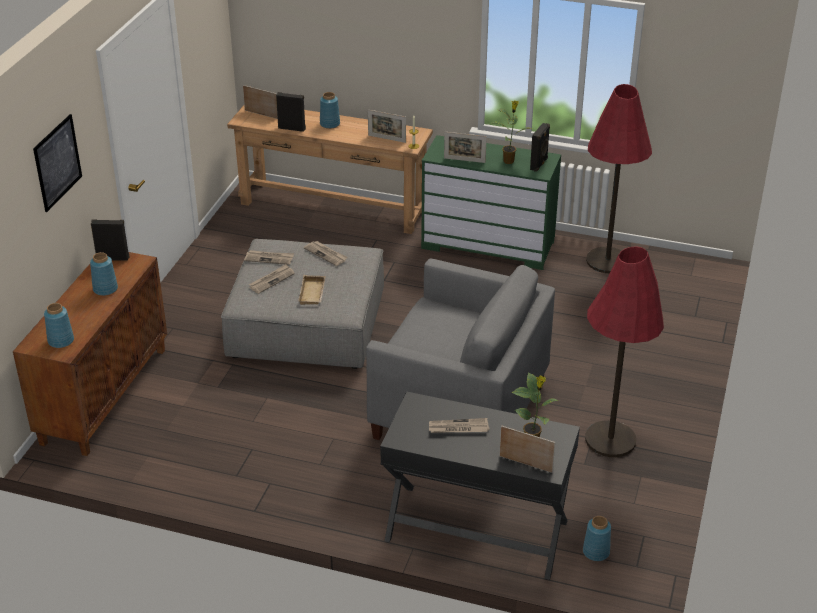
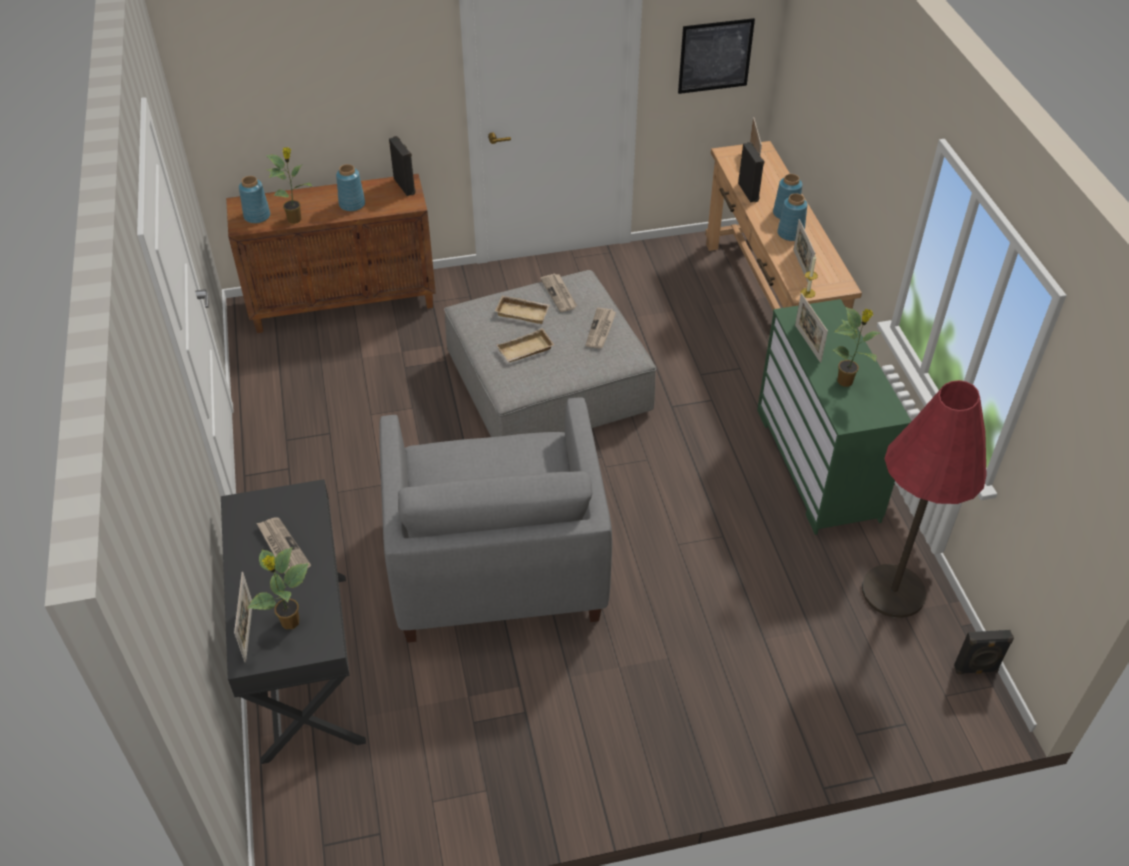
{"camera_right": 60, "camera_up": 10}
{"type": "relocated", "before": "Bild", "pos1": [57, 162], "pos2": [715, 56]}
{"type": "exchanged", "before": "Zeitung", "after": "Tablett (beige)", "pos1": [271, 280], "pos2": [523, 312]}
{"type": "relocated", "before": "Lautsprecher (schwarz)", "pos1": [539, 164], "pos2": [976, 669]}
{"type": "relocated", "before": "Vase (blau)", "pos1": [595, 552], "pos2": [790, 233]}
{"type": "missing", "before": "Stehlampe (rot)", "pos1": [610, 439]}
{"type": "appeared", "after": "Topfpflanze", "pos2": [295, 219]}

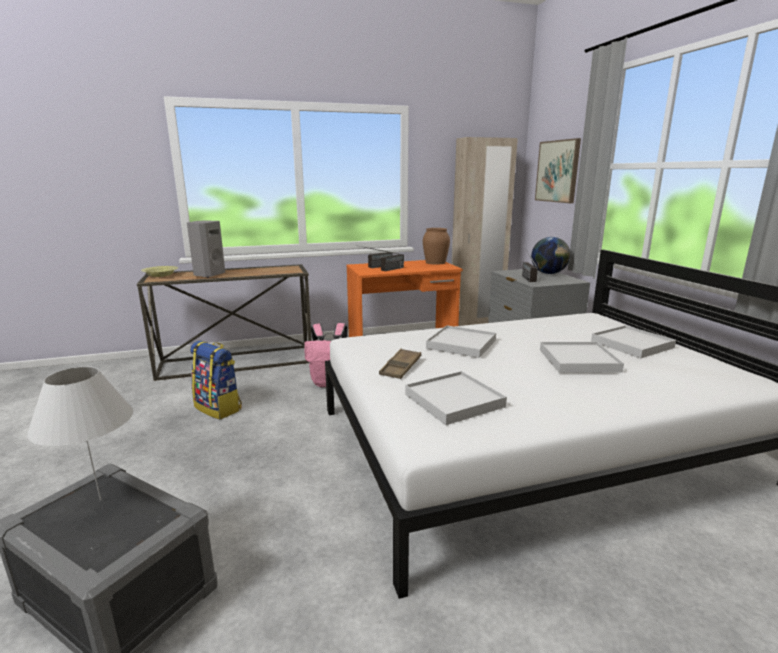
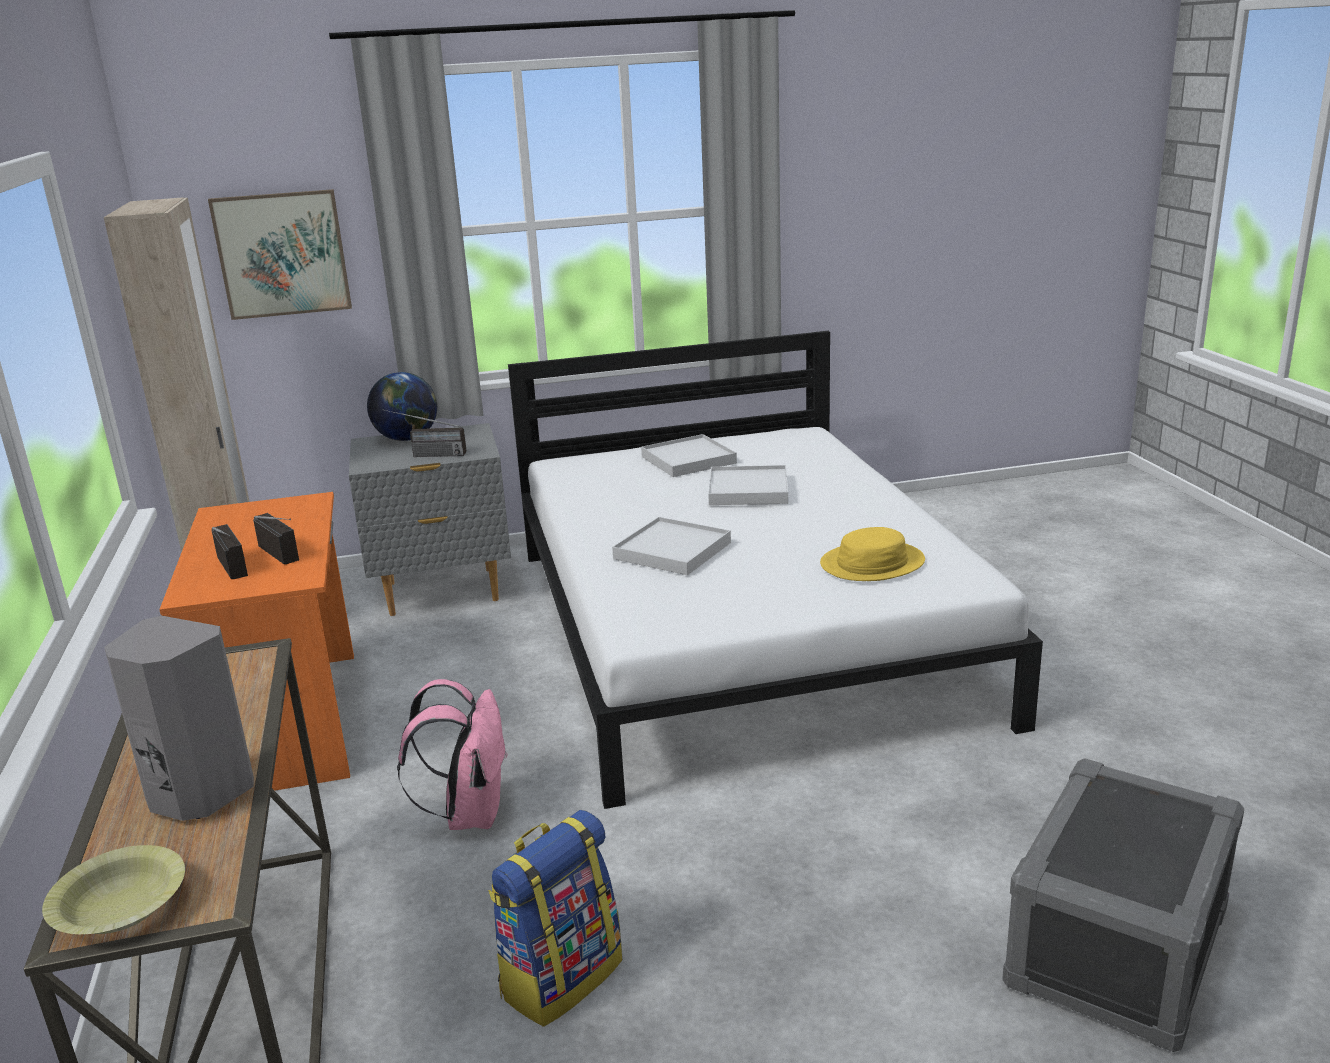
{"camera_right": -85, "camera_up": 5}
{"type": "missing", "before": "Tischlampe (weiß)", "pos1": [101, 500]}
{"type": "missing", "before": "Tablett (braun)", "pos1": [400, 367]}
{"type": "exchanged", "before": "Tablett (weiß)", "after": "Hut (gelb)", "pos1": [454, 401], "pos2": [872, 564]}
{"type": "missing", "before": "Vase (braun)", "pos1": [435, 262]}

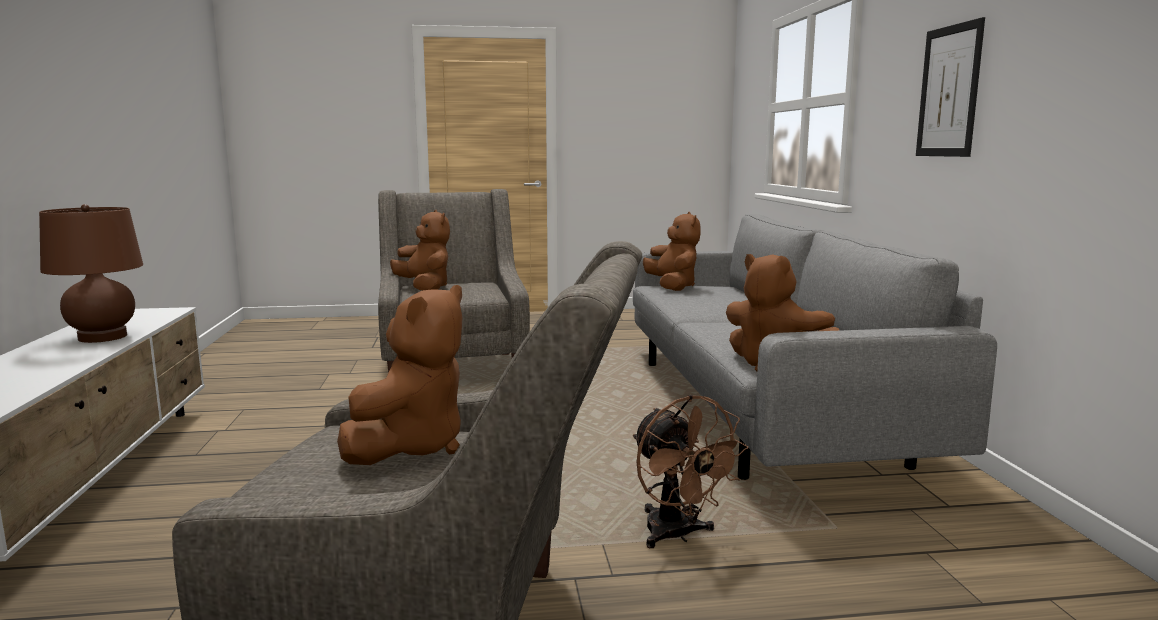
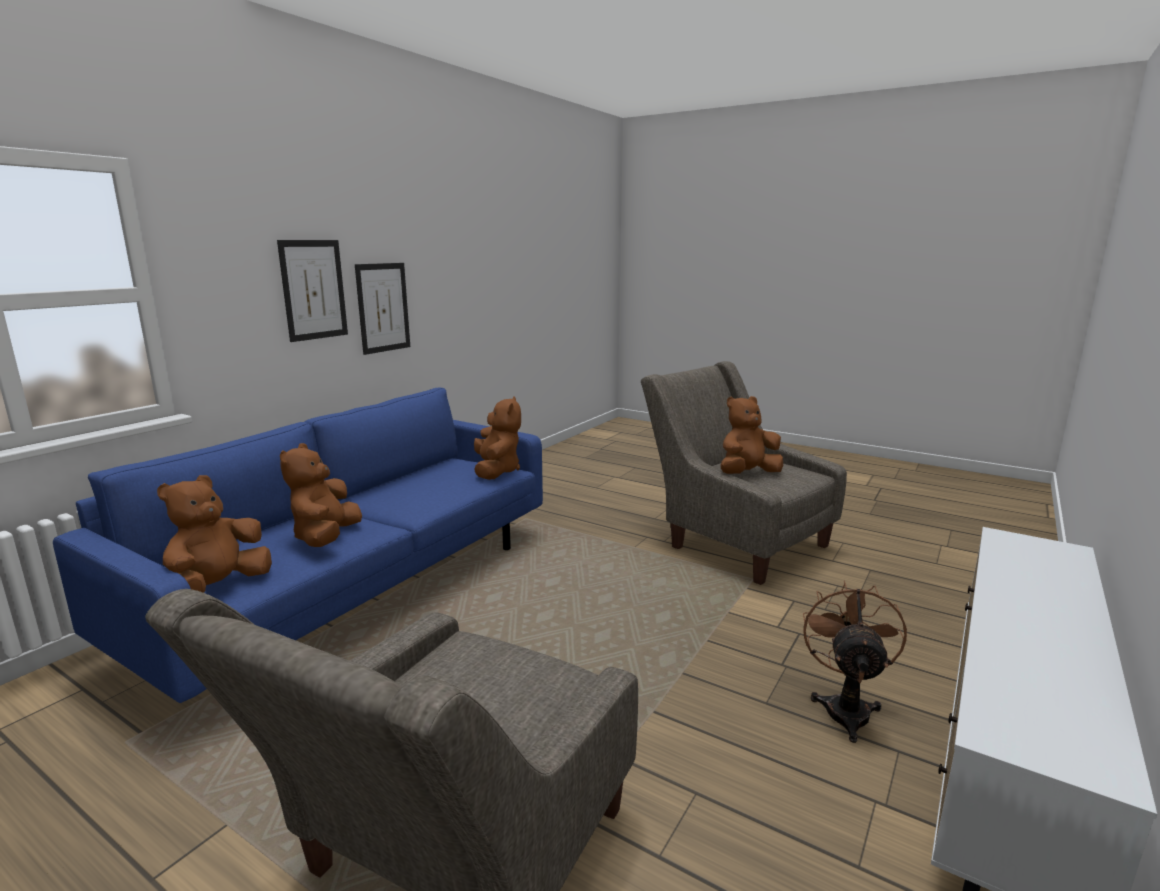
{"camera_right": -140, "camera_up": 5}
{"type": "missing", "before": "Tischlampe (braun)", "pos1": [102, 337]}
{"type": "relocated", "before": "Plüschtier (braun)", "pos1": [425, 288], "pos2": [326, 538]}
{"type": "colour", "before": "Sofa (grau)", "after": "Sofa (blau)", "pos1": [756, 407], "pos2": [360, 589]}
{"type": "relocated", "before": "Ventilator (braun)", "pos1": [677, 535], "pos2": [845, 707]}
{"type": "appeared", "after": "Bild", "pos2": [383, 307]}

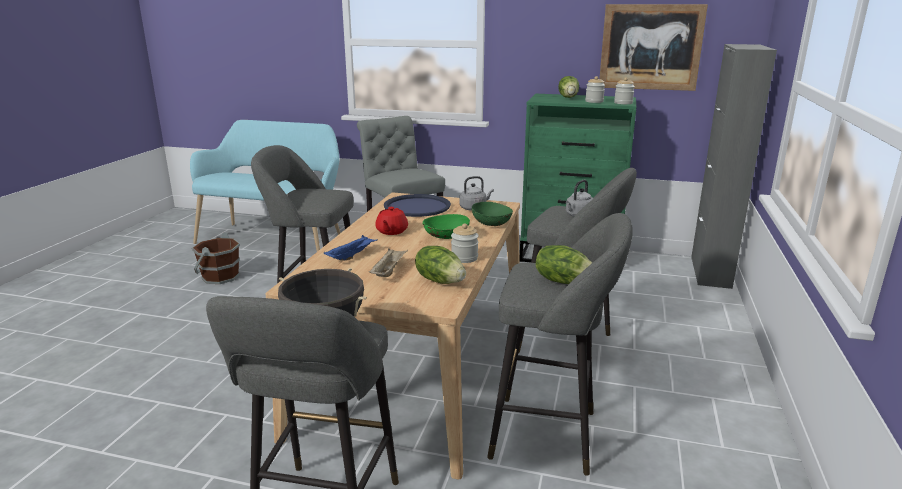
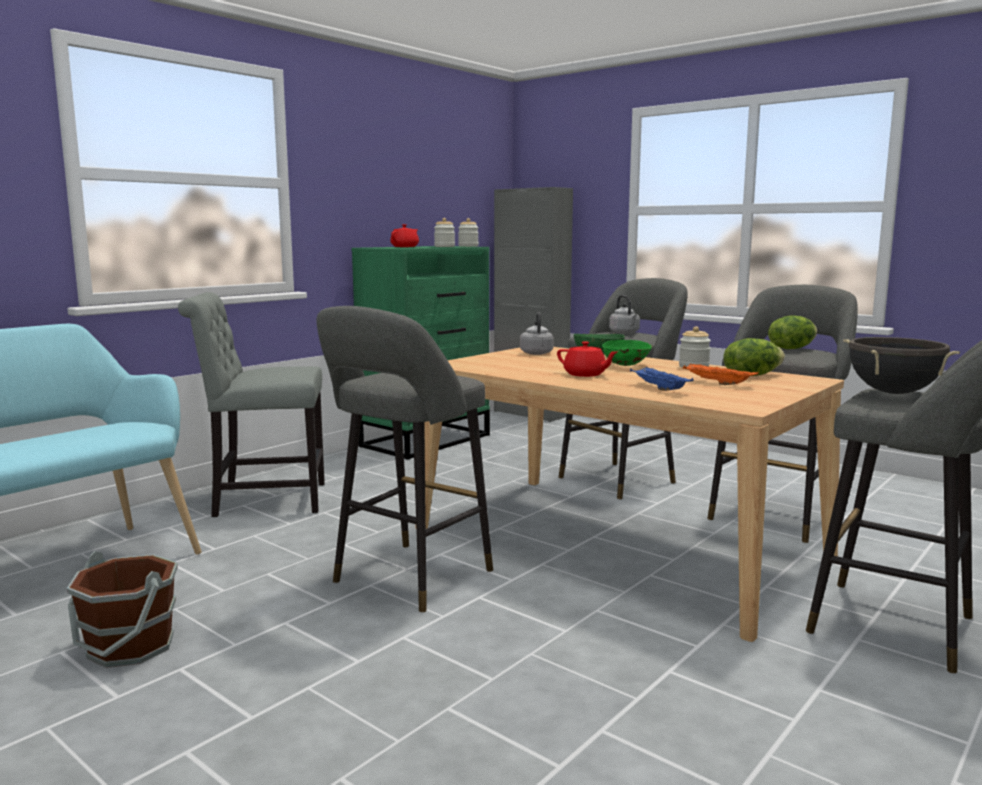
{"camera_right": -65, "camera_up": -10}
{"type": "colour", "before": "Tablett (beige)", "after": "Tablett (orange)", "pos1": [388, 271], "pos2": [717, 383]}
{"type": "missing", "before": "Tablett (blau)", "pos1": [417, 206]}
{"type": "exchanged", "before": "Salatkopf", "after": "Teekanne (rot)", "pos1": [568, 97], "pos2": [405, 247]}
{"type": "missing", "before": "Bild", "pos1": [650, 47]}

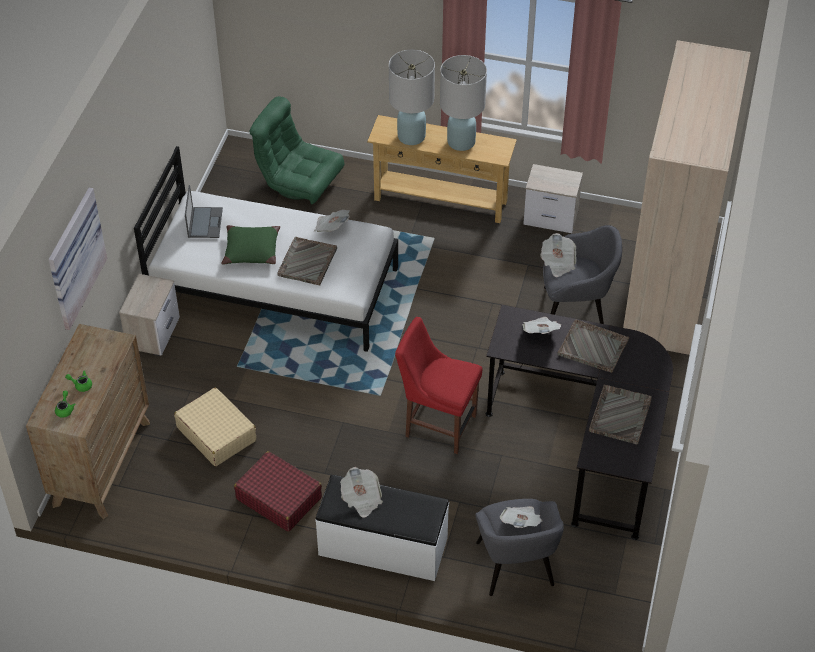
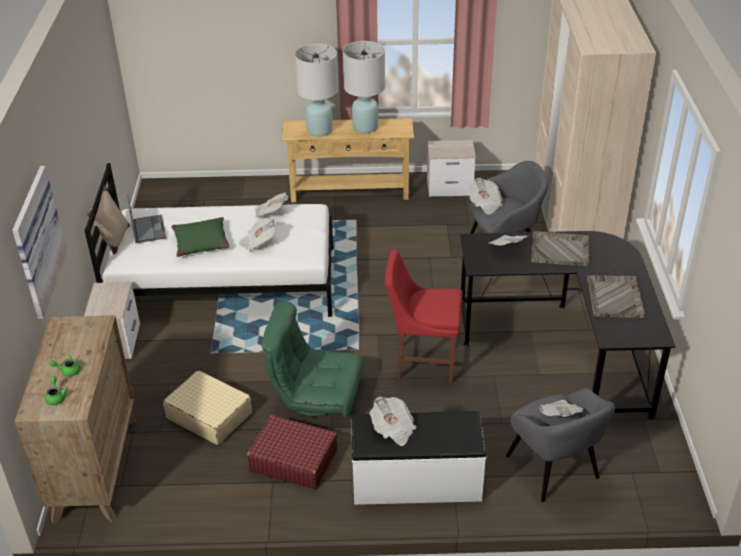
{"camera_right": -15, "camera_up": -10}
{"type": "relocated", "before": "Sessel (grün)", "pos1": [299, 183], "pos2": [316, 396]}
{"type": "exchanged", "before": "Tablett (grau)", "after": "Zeitung", "pos1": [307, 262], "pos2": [258, 242]}
{"type": "appeared", "after": "Kissen (beige)", "pos2": [114, 240]}

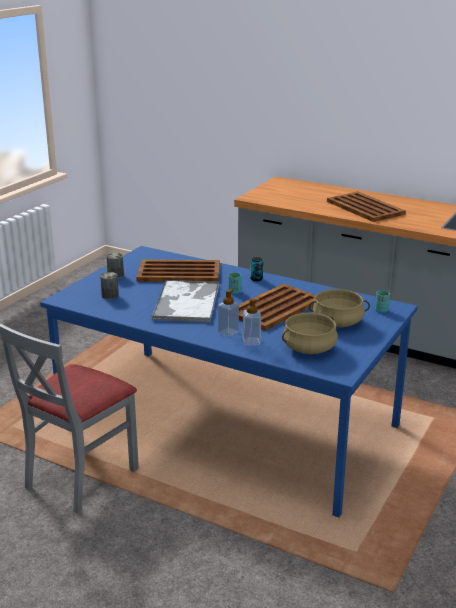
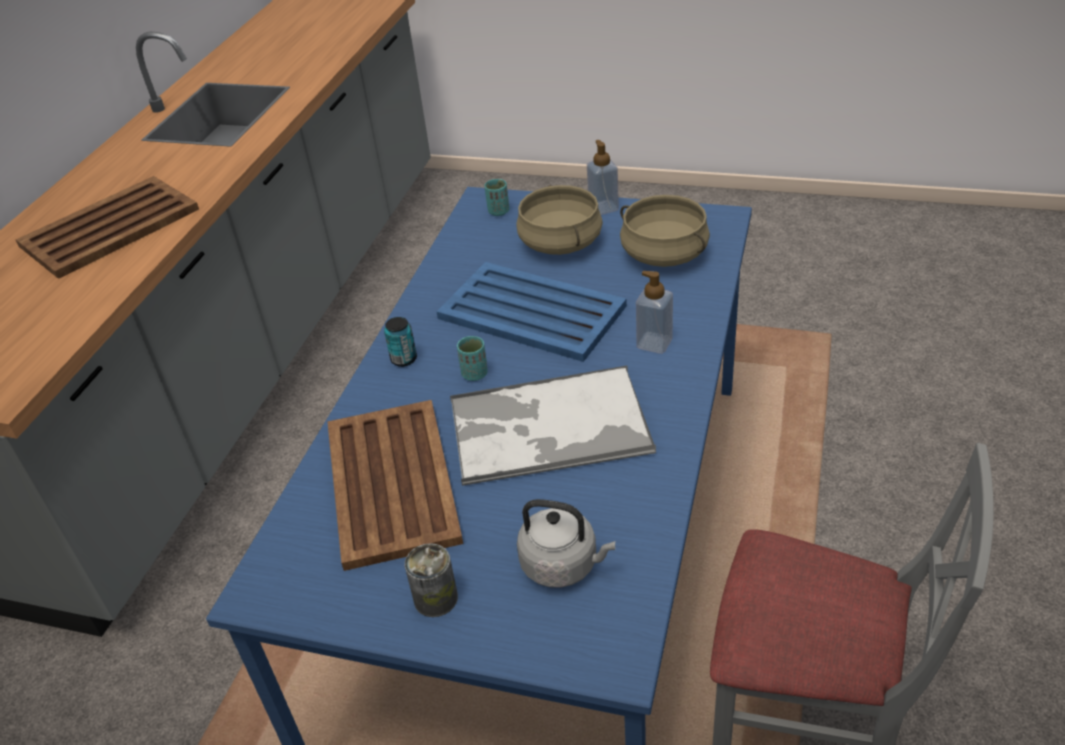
{"camera_right": -100, "camera_up": 15}
{"type": "exchanged", "before": "Dose", "after": "Wasserkessel (grau)", "pos1": [110, 296], "pos2": [563, 565]}
{"type": "colour", "before": "Tablett (braun)", "after": "Tablett (blau)", "pos1": [274, 308], "pos2": [533, 313]}
{"type": "relocated", "before": "Seifenspender", "pos1": [251, 341], "pos2": [603, 208]}

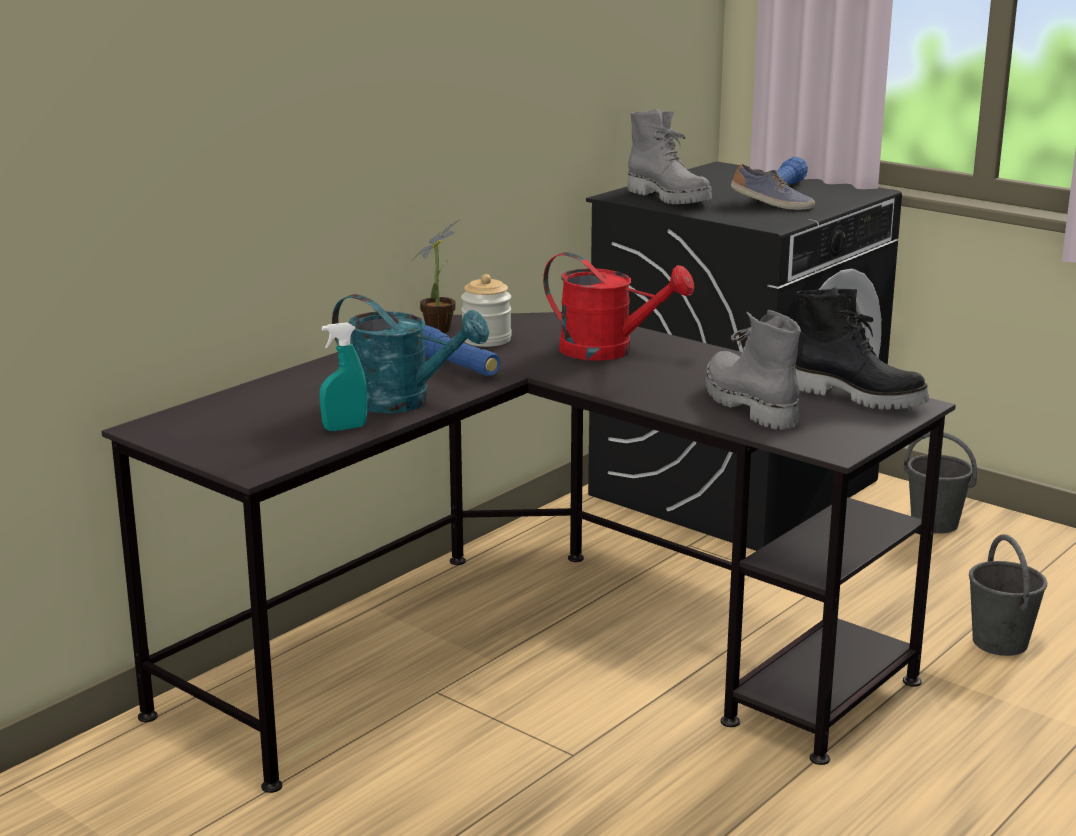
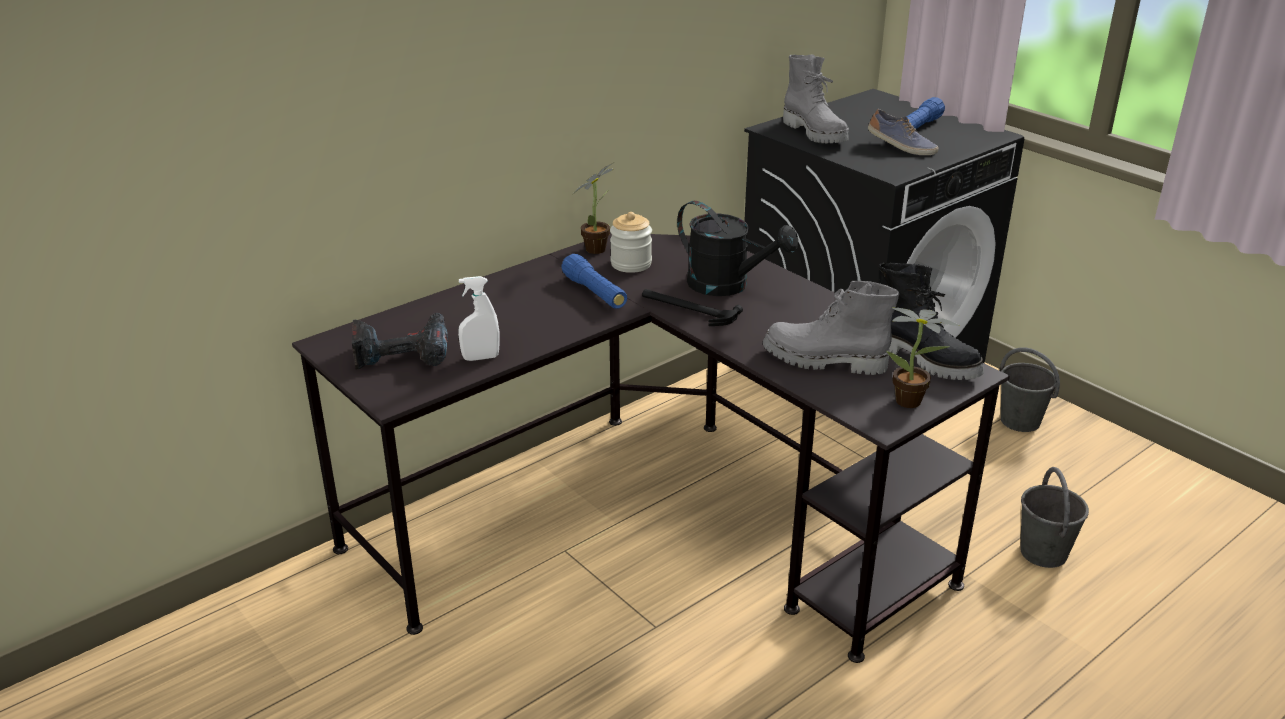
{"camera_right": 10, "camera_up": 10}
{"type": "colour", "before": "Sprühflasche (türkis)", "after": "Sprühflasche (weiß)", "pos1": [344, 428], "pos2": [481, 358]}
{"type": "missing", "before": "Gießkanne (türkis)", "pos1": [404, 402]}
{"type": "colour", "before": "Gießkanne (rot)", "after": "Gießkanne (schwarz)", "pos1": [609, 351], "pos2": [728, 286]}
{"type": "spun", "before": "Stiefel (grau)", "pos1": [747, 405], "pos2": [824, 361], "turn": -60}
{"type": "appeared", "after": "Bohrmaschine", "pos2": [402, 352]}
{"type": "appeared", "after": "Hammer", "pos2": [687, 309]}
{"type": "appeared", "after": "Topfpflanze", "pos2": [912, 403]}

